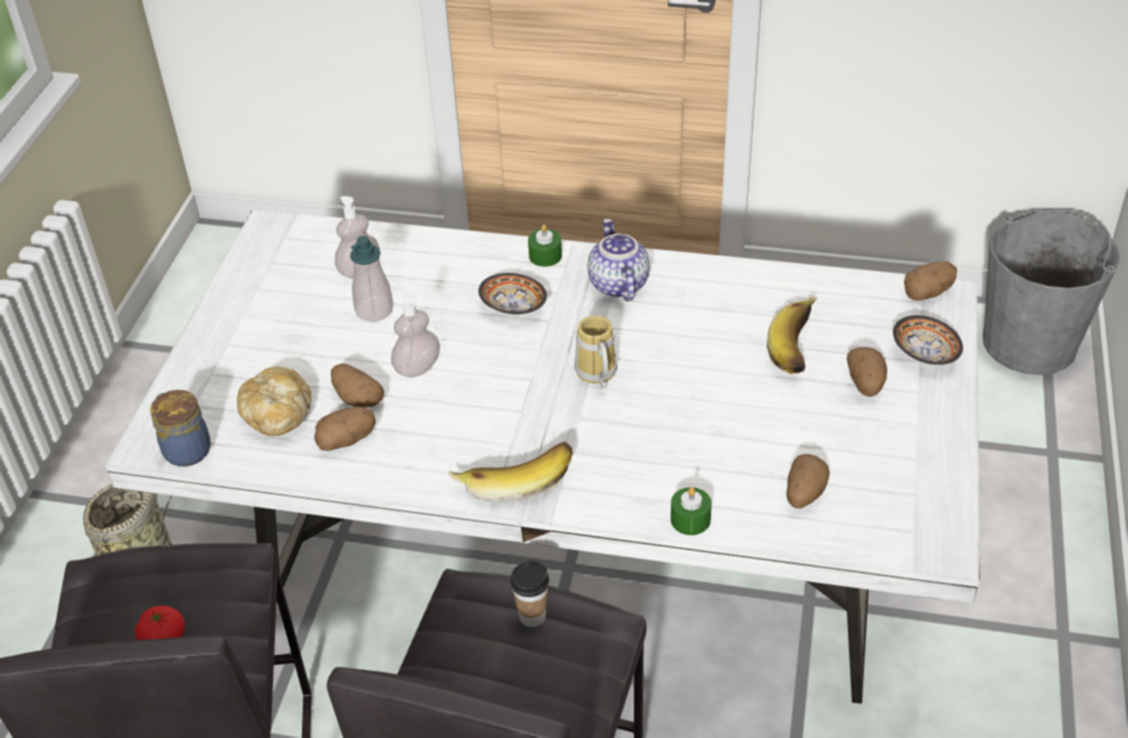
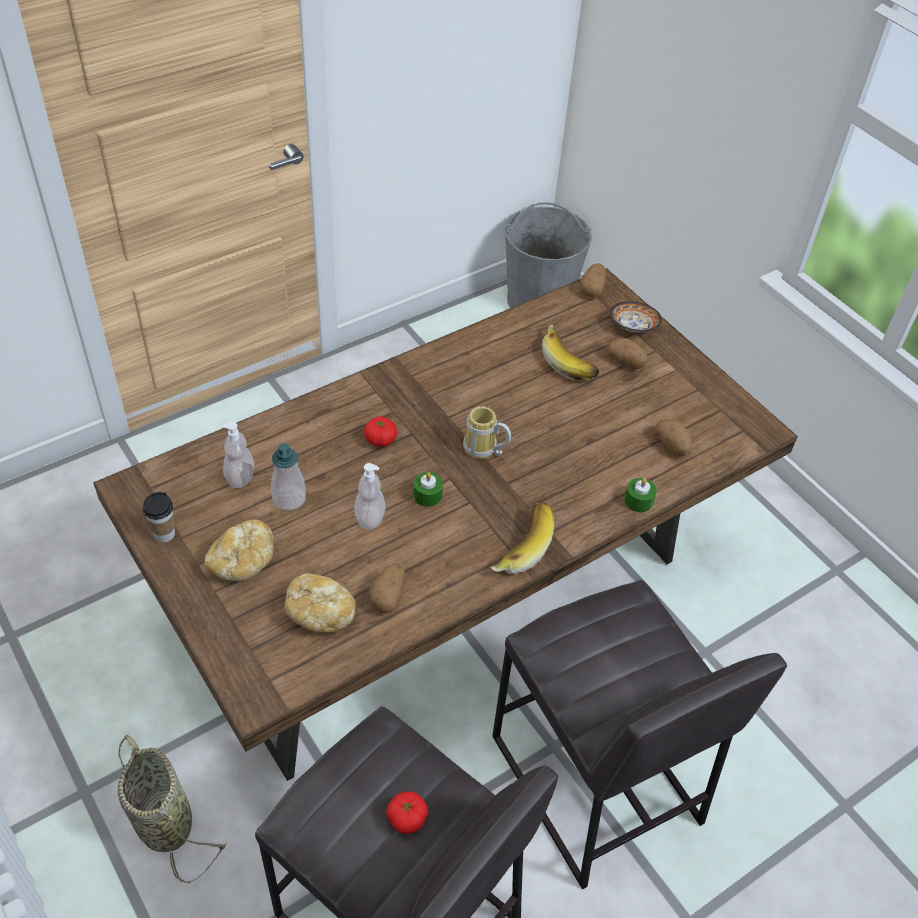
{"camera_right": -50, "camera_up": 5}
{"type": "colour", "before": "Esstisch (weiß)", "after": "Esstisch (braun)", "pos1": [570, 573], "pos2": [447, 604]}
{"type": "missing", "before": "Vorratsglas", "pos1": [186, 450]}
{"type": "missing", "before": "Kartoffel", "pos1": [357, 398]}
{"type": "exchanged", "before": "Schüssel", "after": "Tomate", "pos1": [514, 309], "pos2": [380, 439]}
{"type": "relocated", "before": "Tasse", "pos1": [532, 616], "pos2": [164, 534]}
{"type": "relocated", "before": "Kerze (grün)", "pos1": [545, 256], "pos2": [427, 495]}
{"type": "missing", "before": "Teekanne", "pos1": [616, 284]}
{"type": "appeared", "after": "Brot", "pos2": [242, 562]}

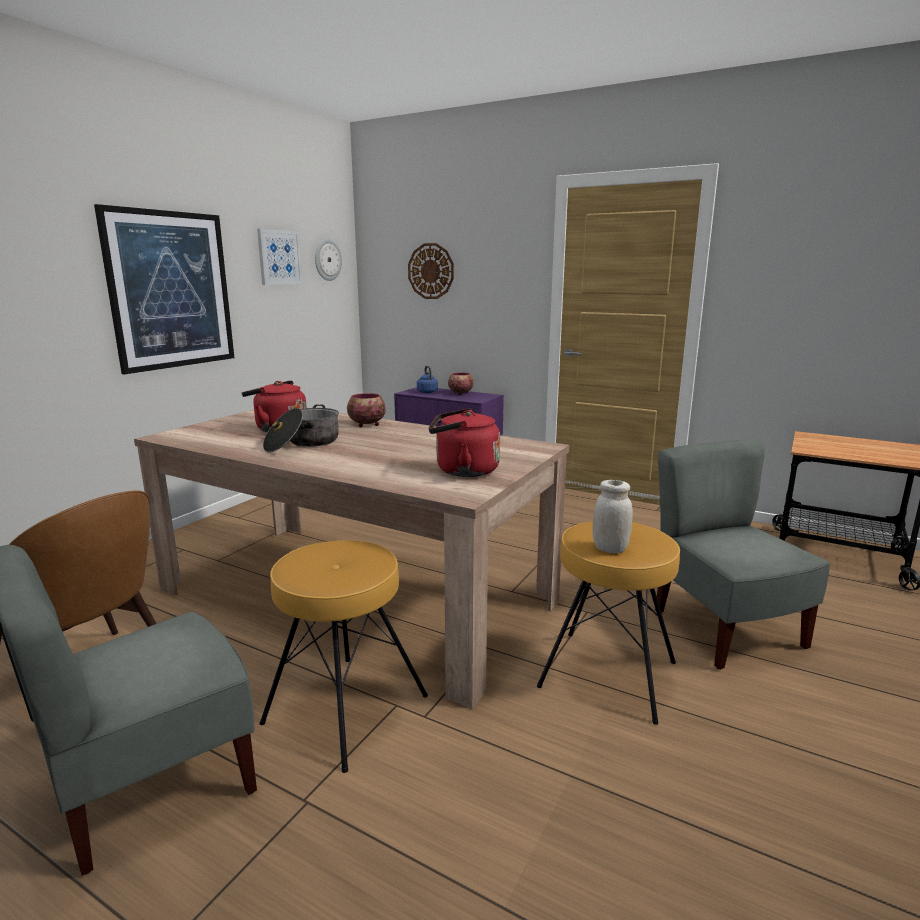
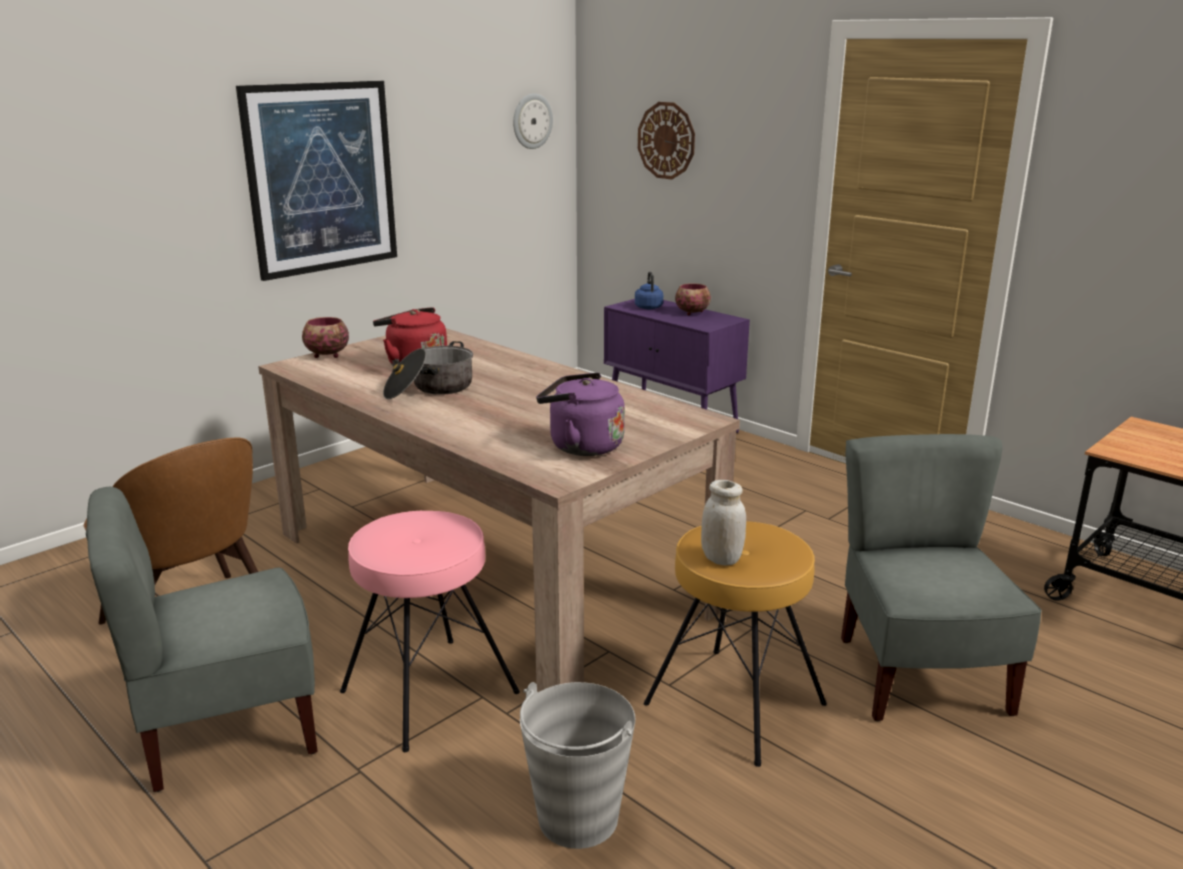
{"camera_right": 15, "camera_up": 5}
{"type": "missing", "before": "Bild", "pos1": [279, 257]}
{"type": "colour", "before": "Hocker (braun)", "after": "Hocker (rosa)", "pos1": [345, 708], "pos2": [428, 691]}
{"type": "relocated", "before": "Schüssel", "pos1": [366, 425], "pos2": [326, 355]}
{"type": "colour", "before": "Wasserkessel (rot)", "after": "Wasserkessel (lila)", "pos1": [463, 471], "pos2": [581, 446]}
{"type": "appeared", "after": "Eimer (grau)", "pos2": [577, 818]}

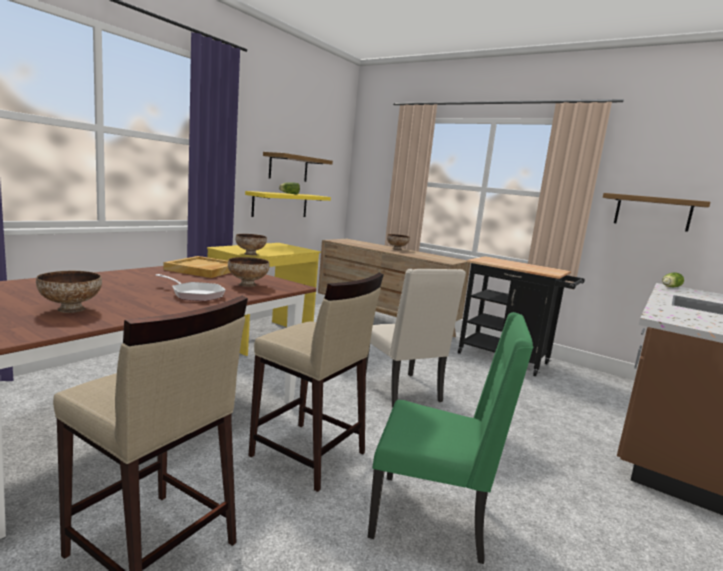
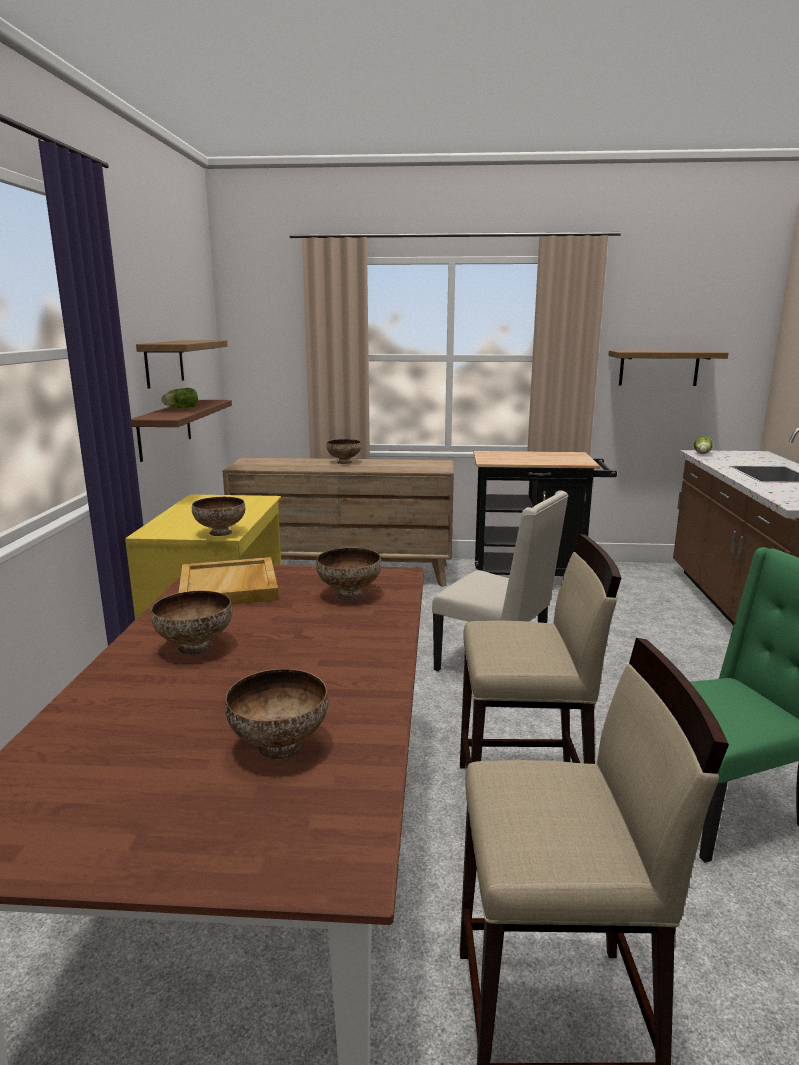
{"camera_right": -30, "camera_up": 5}
{"type": "missing", "before": "Pfanne", "pos1": [194, 294]}
{"type": "colour", "before": "Wandregal (gelb)", "after": "Wandregal (braun)", "pos1": [280, 205], "pos2": [165, 429]}
{"type": "appeared", "after": "Schüssel", "pos2": [194, 648]}

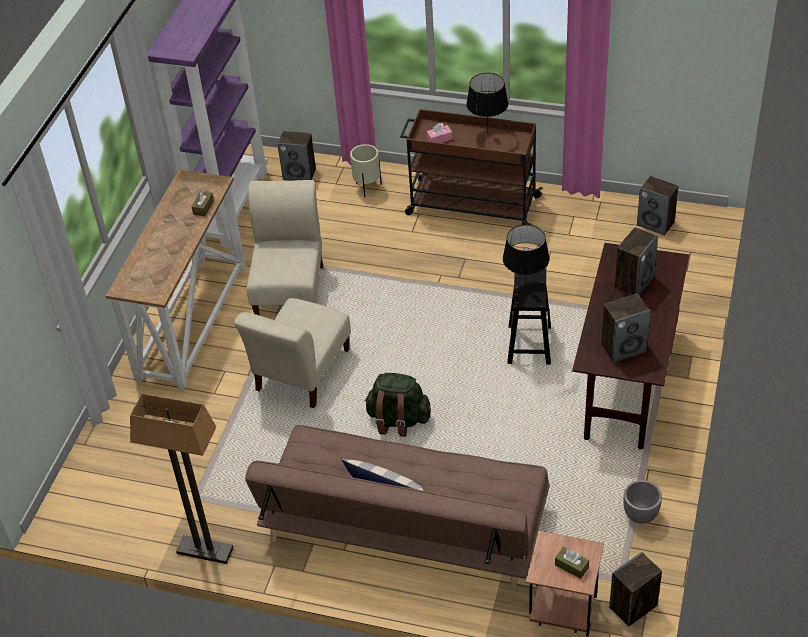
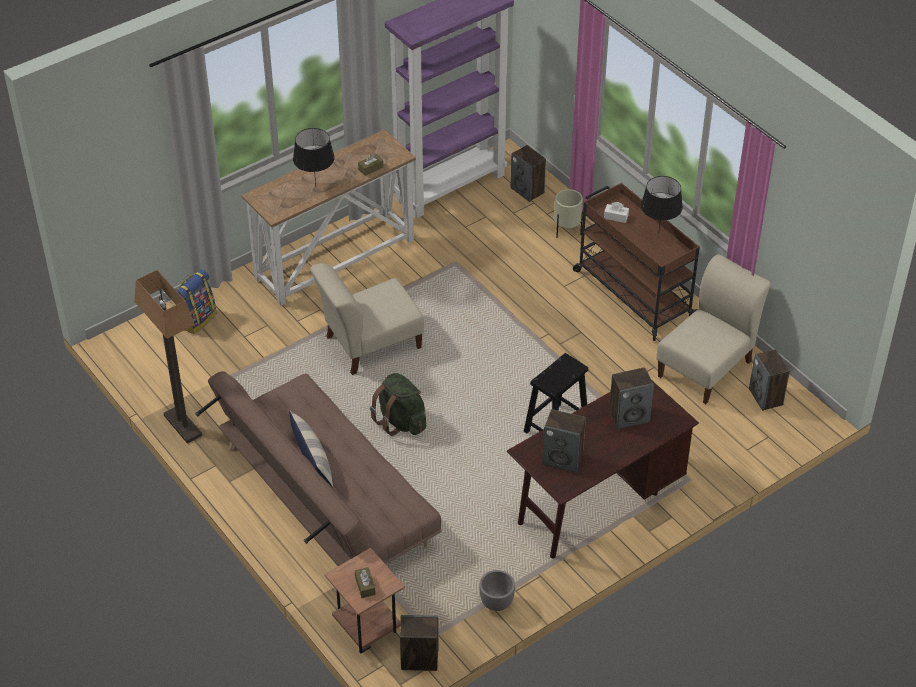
{"camera_right": 35, "camera_up": 0}
{"type": "relocated", "before": "Stuhl (beige)", "pos1": [290, 290], "pos2": [707, 366]}
{"type": "colour", "before": "Taschentuchbox (rosa)", "after": "Taschentuchbox (weiß)", "pos1": [439, 139], "pos2": [616, 217]}
{"type": "relocated", "before": "Tischlampe (schwarz)", "pos1": [525, 288], "pos2": [315, 187]}
{"type": "appeared", "after": "Rucksack", "pos2": [196, 319]}

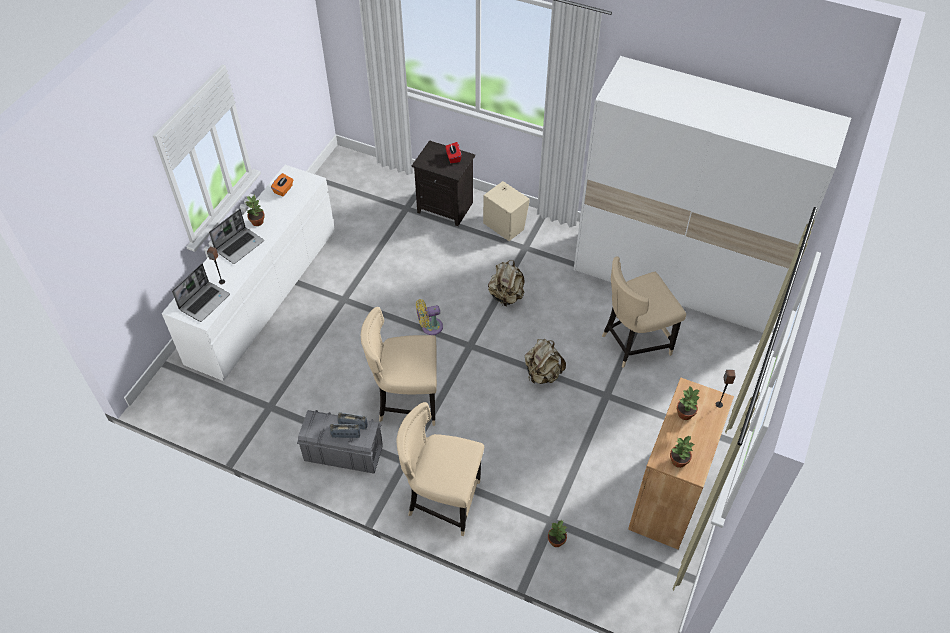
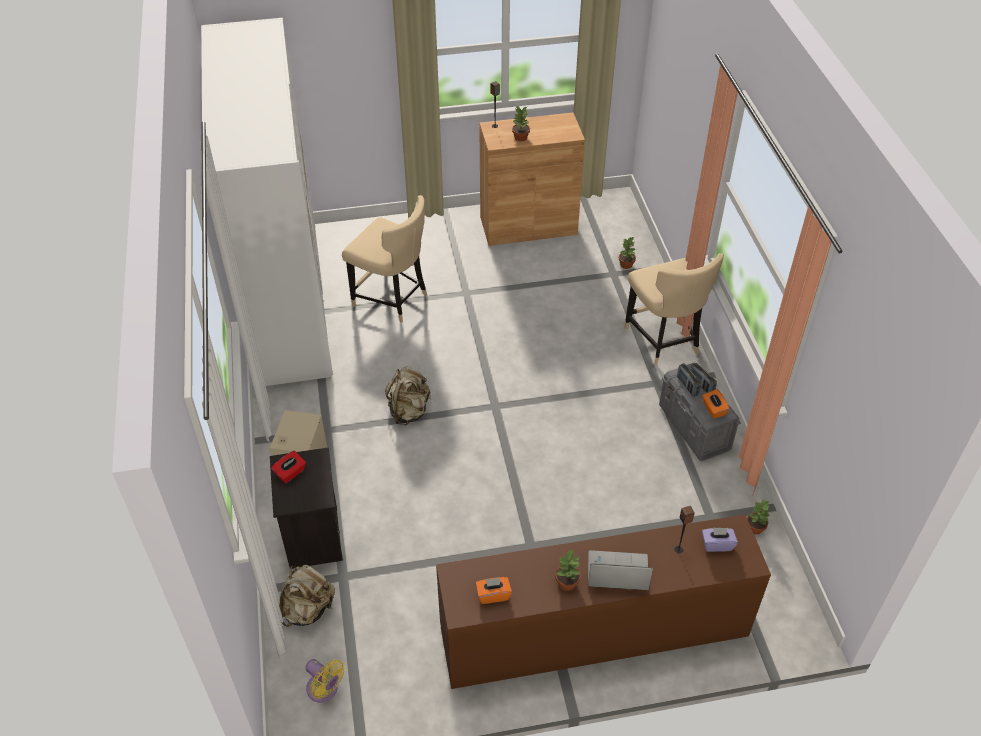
{"camera_right": -125, "camera_up": -5}
{"type": "colour", "before": "Kommode (weiß)", "after": "Kommode (braun)", "pos1": [263, 295], "pos2": [594, 632]}
{"type": "exchanged", "before": "Laptop", "after": "Taschentuchbox (lila)", "pos1": [204, 301], "pos2": [717, 544]}
{"type": "missing", "before": "Stuhl (beige)", "pos1": [406, 401]}
{"type": "relocated", "before": "Ventilator (gelb)", "pos1": [429, 327], "pos2": [324, 690]}
{"type": "relocated", "before": "Rucksack (beige)", "pos1": [542, 374], "pos2": [307, 609]}
{"type": "relocated", "before": "Topfpflanze", "pos1": [678, 461], "pos2": [755, 528]}
{"type": "appeared", "after": "Taschentuchbox (orange)", "pos2": [713, 409]}

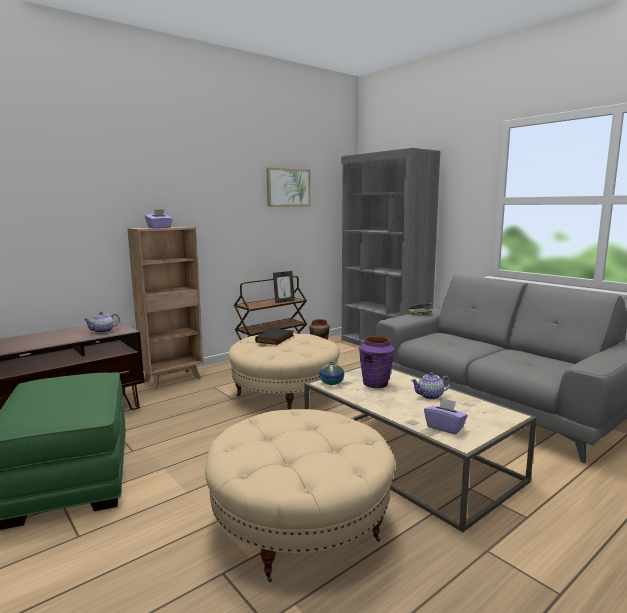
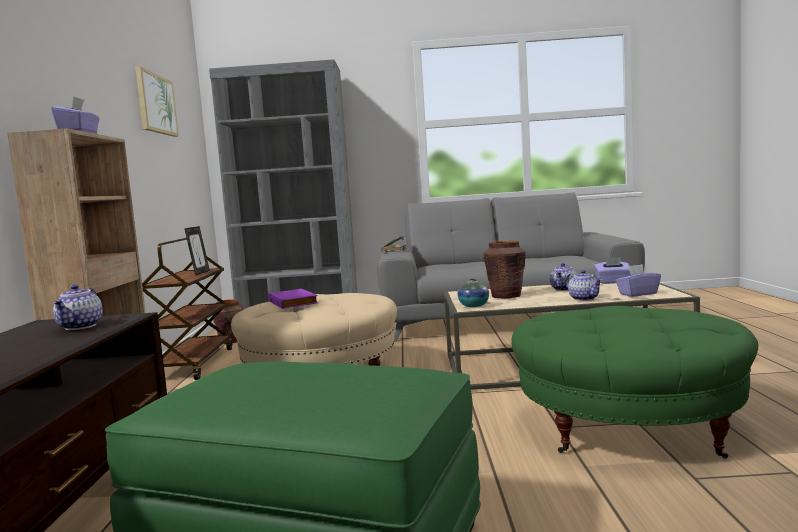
{"camera_right": -50, "camera_up": -5}
{"type": "colour", "before": "Polsterhocker (beige)", "after": "Polsterhocker (grün)", "pos1": [300, 522], "pos2": [628, 425]}
{"type": "colour", "before": "Buch (schwarz)", "after": "Buch (lila)", "pos1": [275, 339], "pos2": [294, 302]}
{"type": "colour", "before": "Vase (lila)", "after": "Vase (braun)", "pos1": [375, 384], "pos2": [506, 296]}
{"type": "appeared", "after": "Teekanne", "pos2": [584, 299]}
{"type": "appeared", "after": "Taschentuchbox (lila)", "pos2": [613, 282]}

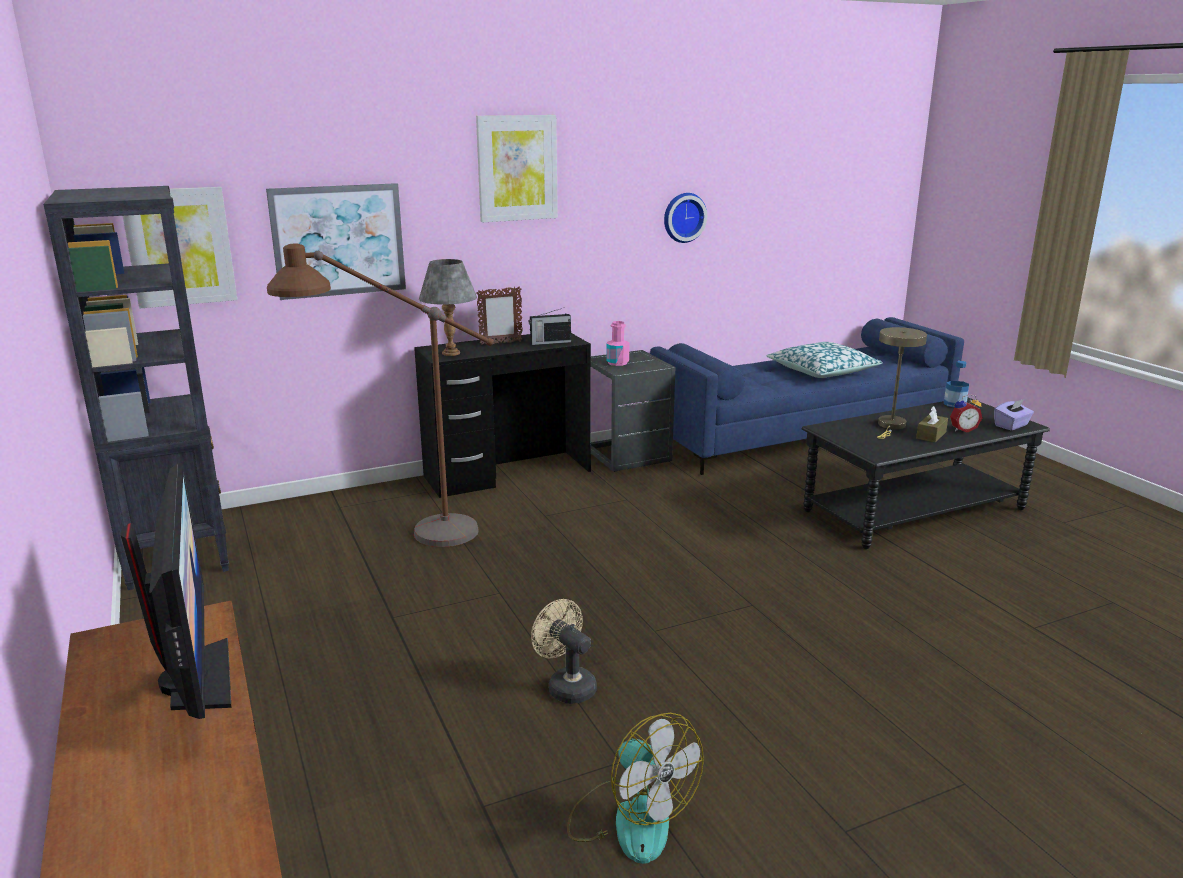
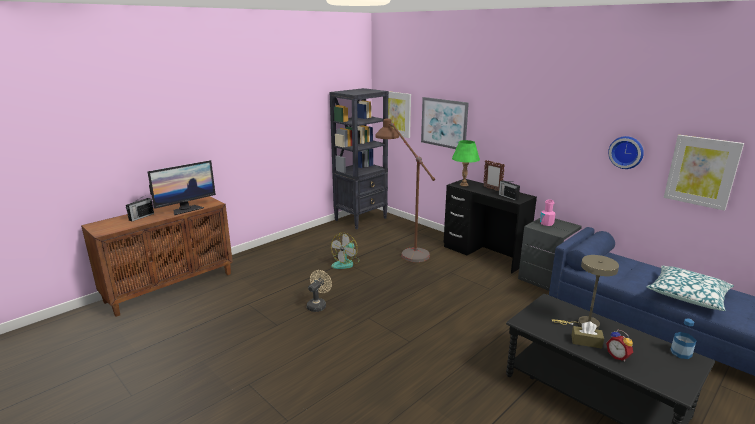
{"camera_right": 70, "camera_up": 0}
{"type": "colour", "before": "Tischlampe (grau)", "after": "Tischlampe (grün)", "pos1": [451, 353], "pos2": [464, 185]}
{"type": "relocated", "before": "Bild", "pos1": [517, 168], "pos2": [701, 171]}
{"type": "relocated", "before": "Ventilator", "pos1": [630, 819], "pos2": [346, 263]}
{"type": "missing", "before": "Taschentuchbox (lila)", "pos1": [1011, 425]}
{"type": "appeared", "after": "Radio", "pos2": [141, 217]}

